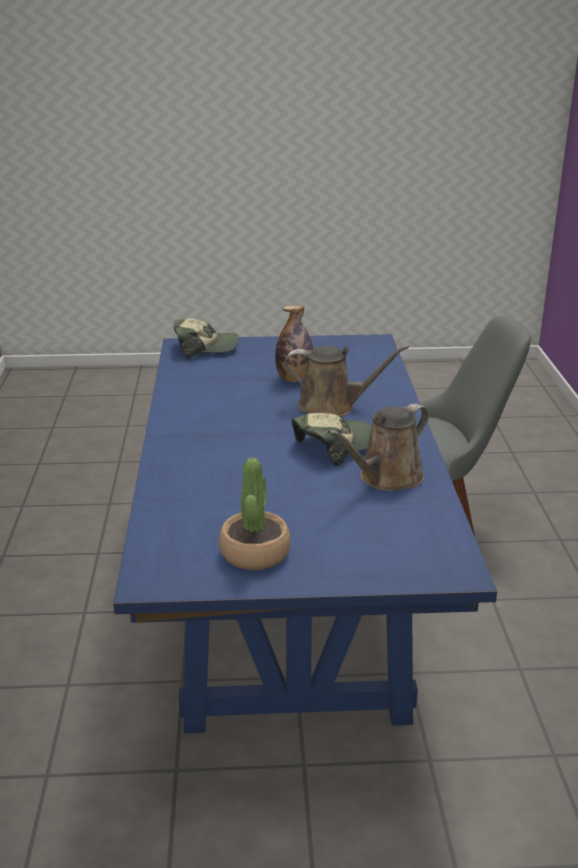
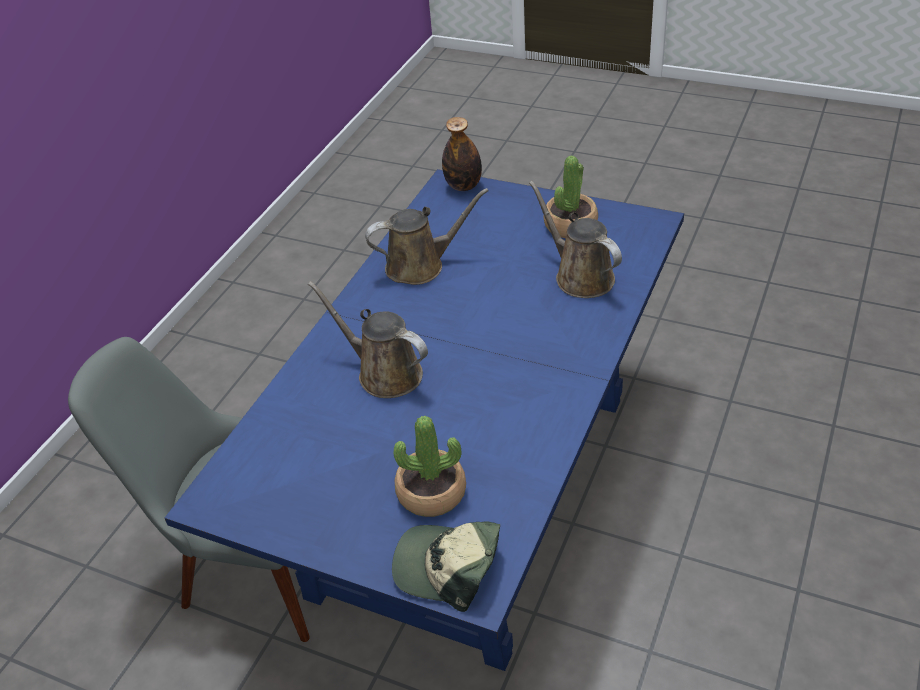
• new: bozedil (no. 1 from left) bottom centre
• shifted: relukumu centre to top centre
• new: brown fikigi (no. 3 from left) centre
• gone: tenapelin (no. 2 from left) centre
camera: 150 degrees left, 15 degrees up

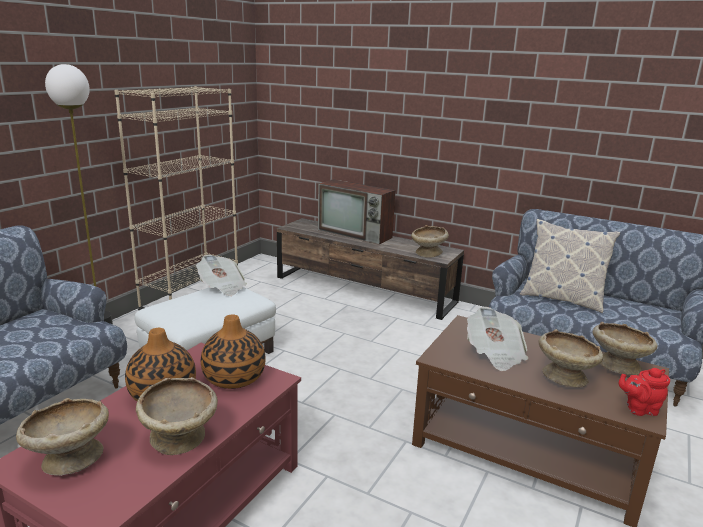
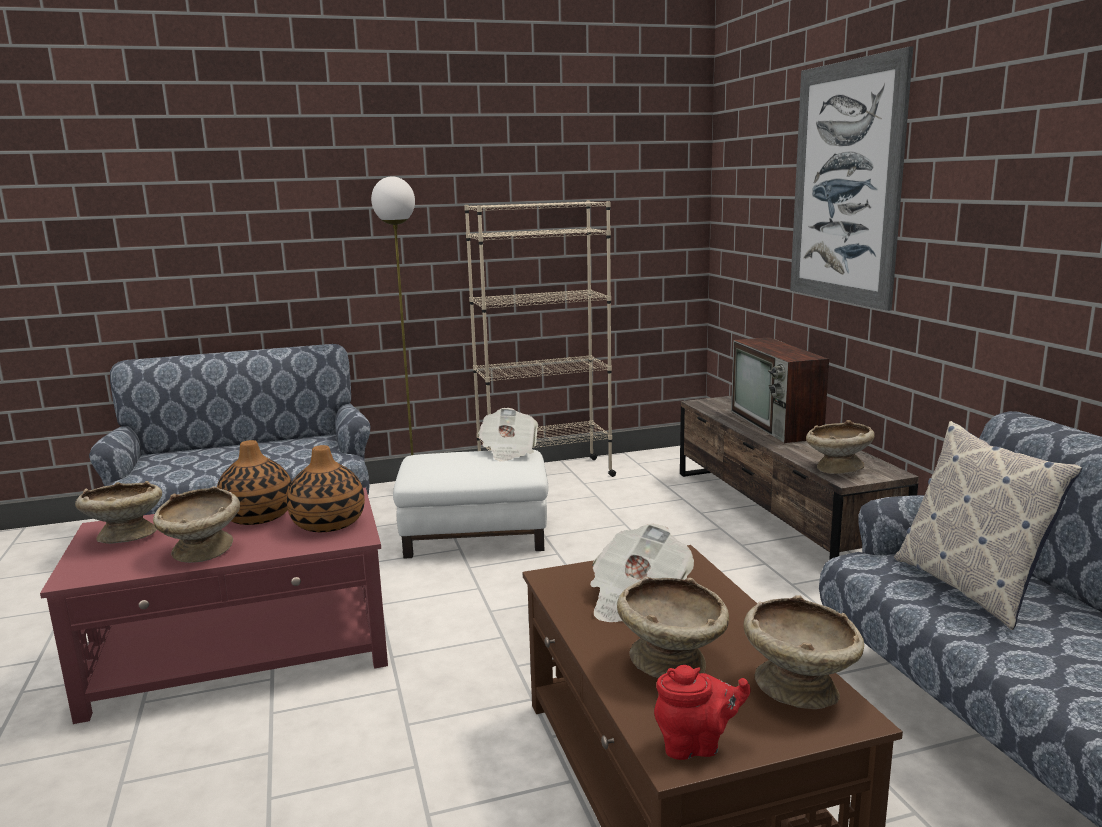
• rotated: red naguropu bottom right = bottom centre 135 degrees clockwise
• new: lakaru top right
camera: 45 degrees right, 5 degrees down

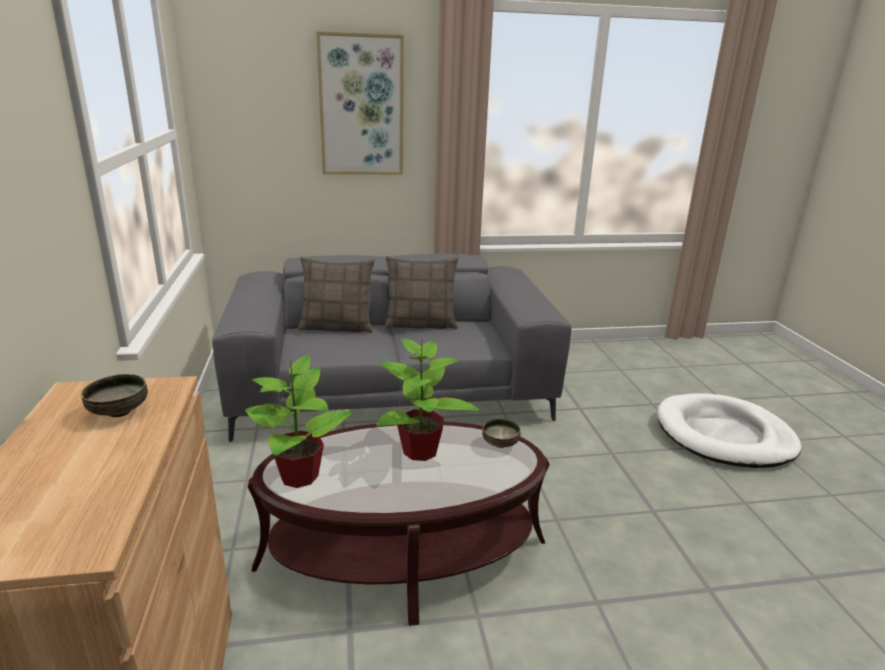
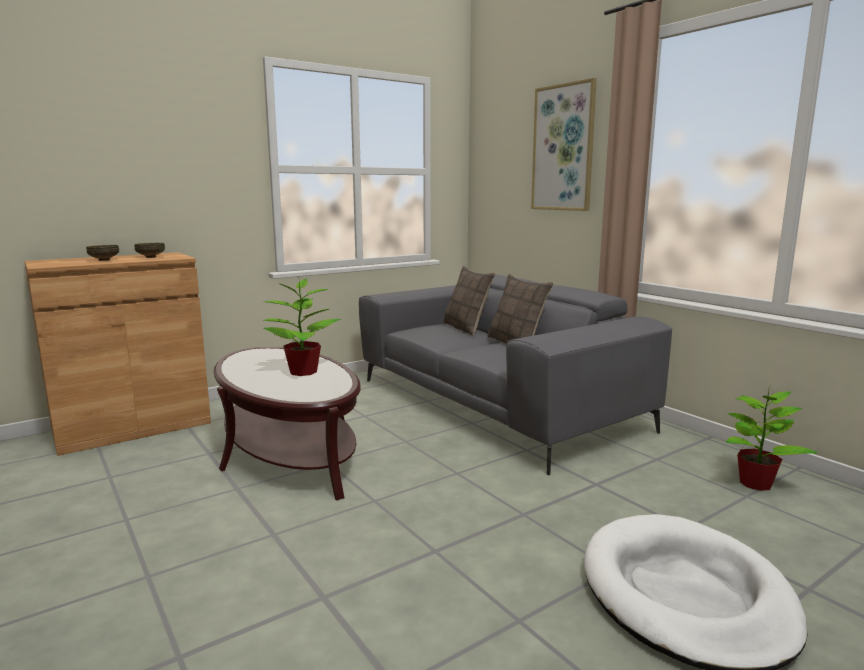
• shifted: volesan (no. 2 from left in the first image) centre to volesan (no. 1 from left) middle left
• shifted: bozedil (no. 1 from left in the first image) centre to bozedil (no. 2 from left) middle right
camera: 65 degrees right, 10 degrees down

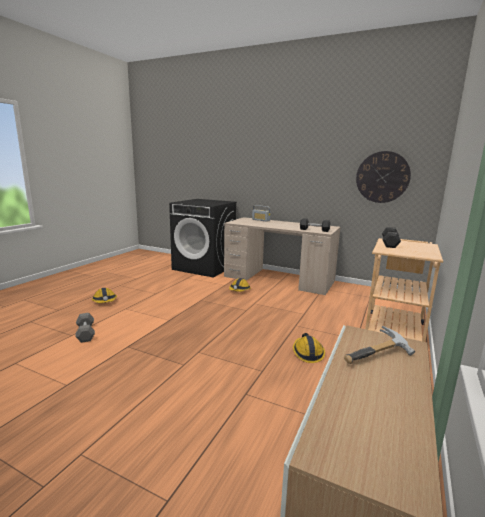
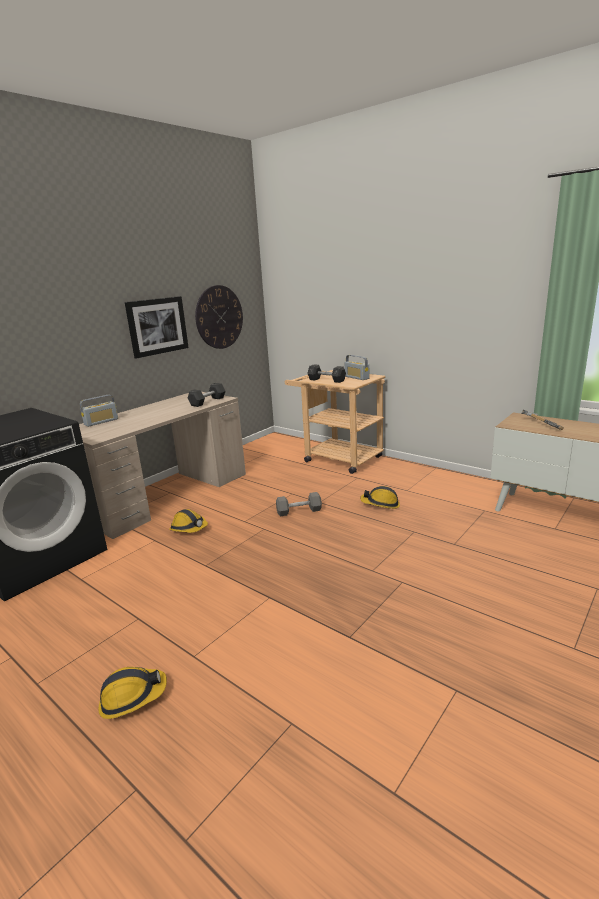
• new: lakaru middle left
• shifted: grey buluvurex (no. 1 from left in the first image) middle left to grey buluvurex (no. 2 from left) centre
• new: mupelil (no. 2 from left) centre
camera: 75 degrees left, 5 degrees up

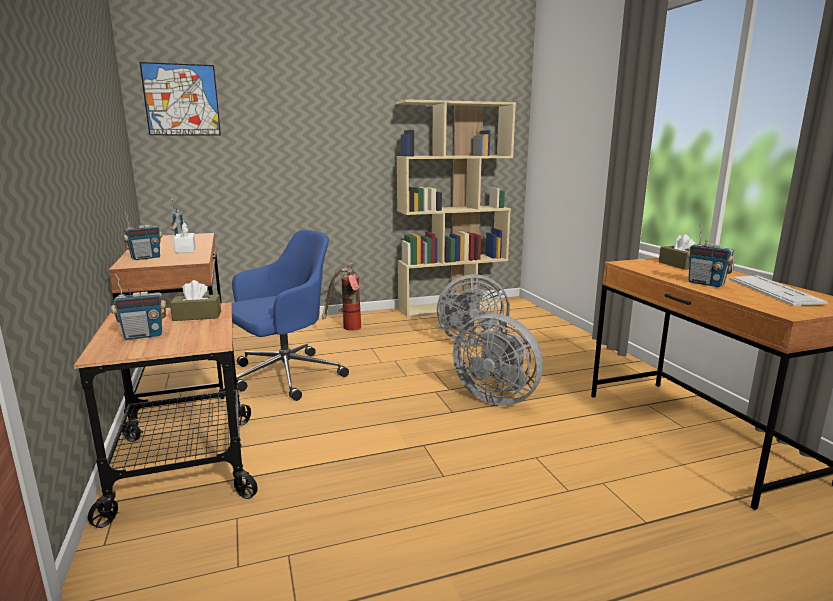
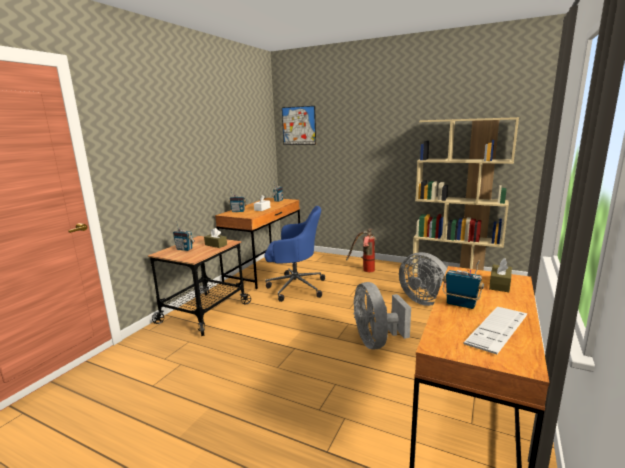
• rotated: mupelil (no. 4 from left) middle right = middle right 120 degrees clockwise
camera: 45 degrees right, 0 degrees up

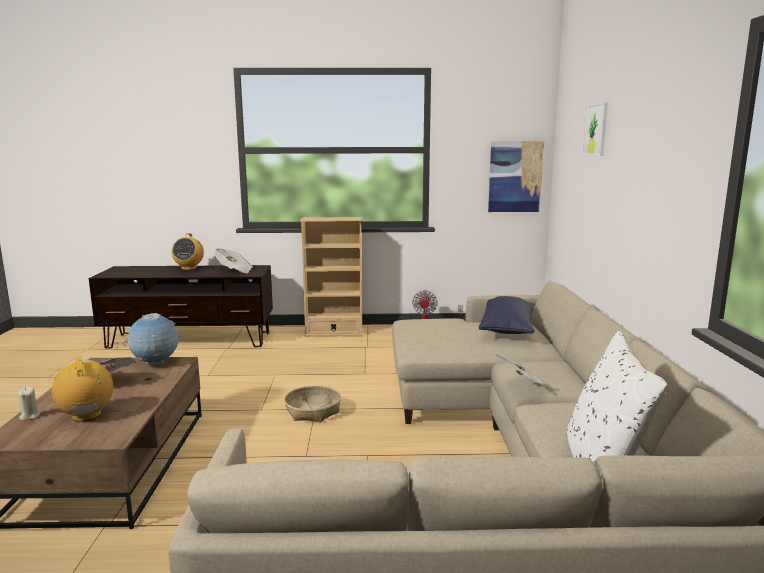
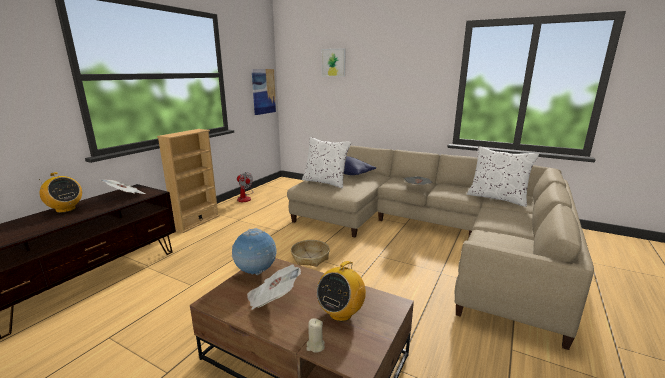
• new: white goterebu (no. 1 from left) centre
• rotated: mupelil (no. 1 from left in the first image) bottom left = bottom centre 60 degrees counterclockwise
camera: 60 degrees left, 5 degrees up

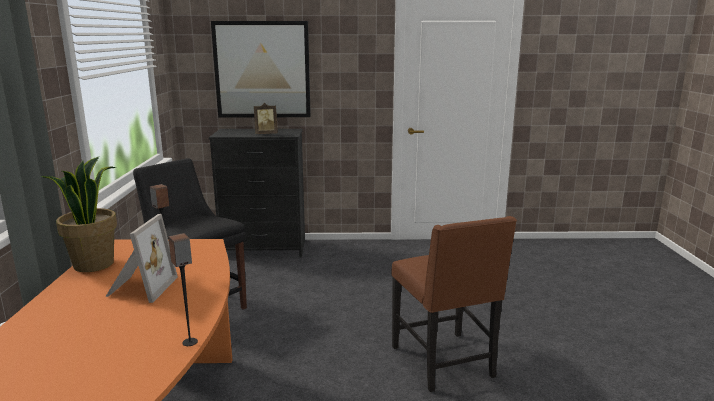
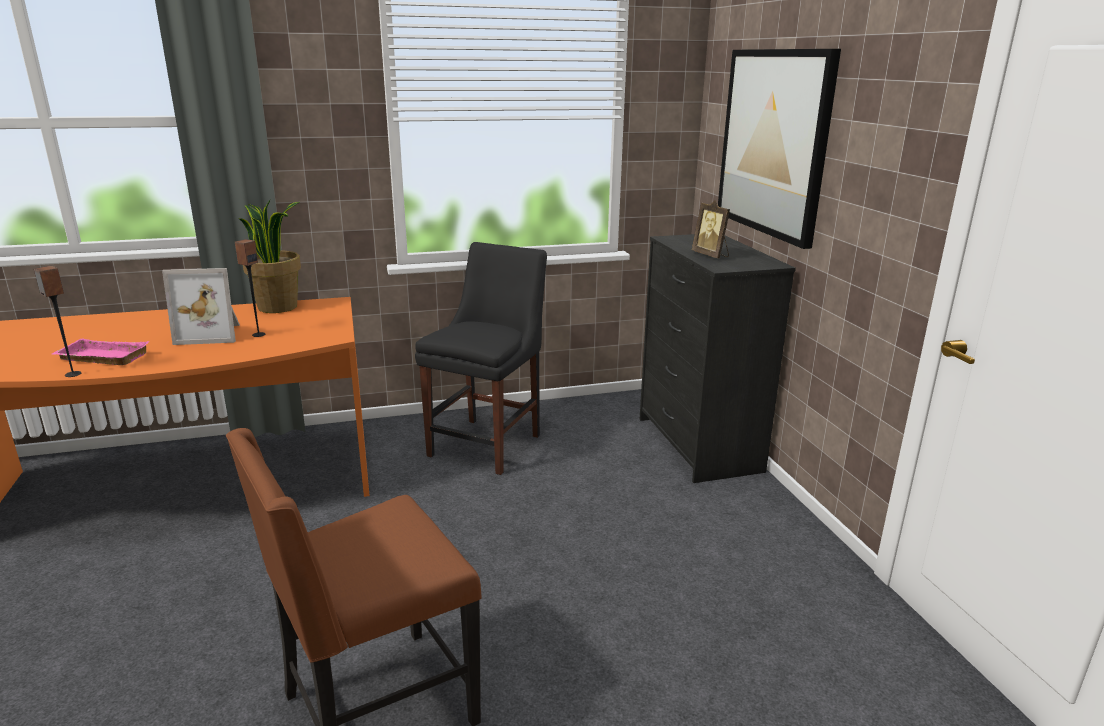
• new: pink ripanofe middle left
camera: 75 degrees right, 5 degrees up

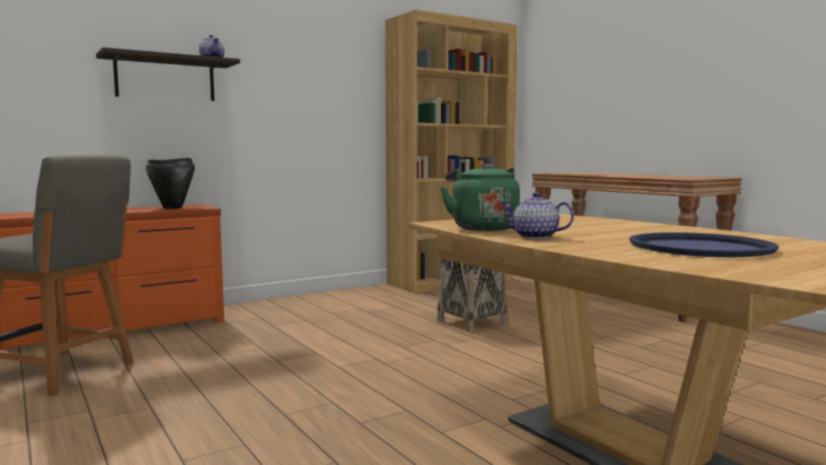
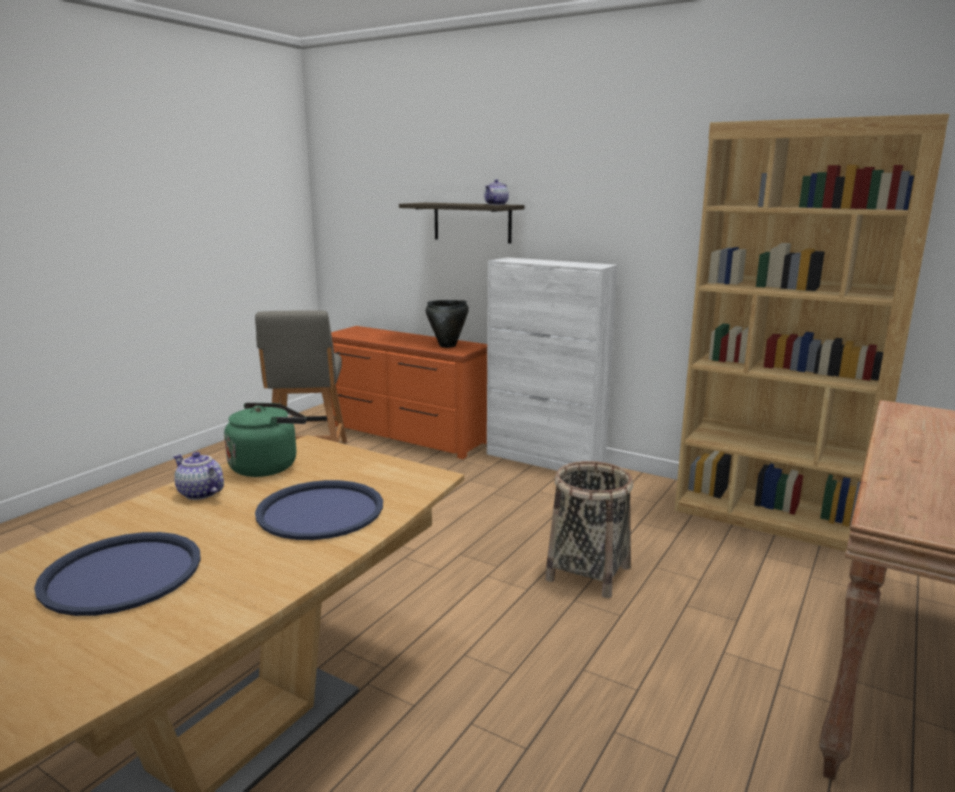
• rotated: naguropu (no. 2 from left in the first image) centre = middle left 60 degrees counterclockwise
• new: blue ripanofe (no. 2 from left) centre
• new: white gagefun centre
camera: 65 degrees right, 10 degrees up

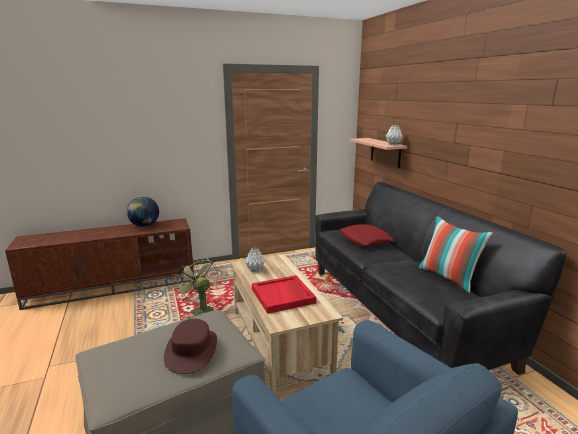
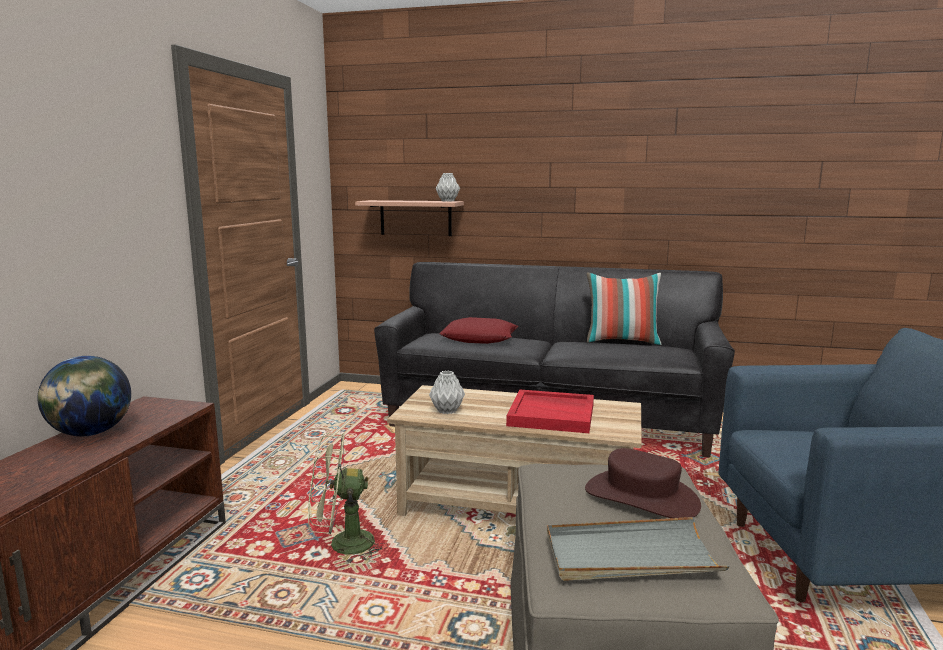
• new: grey ripanofe bottom right
camera: 55 degrees left, 5 degrees down

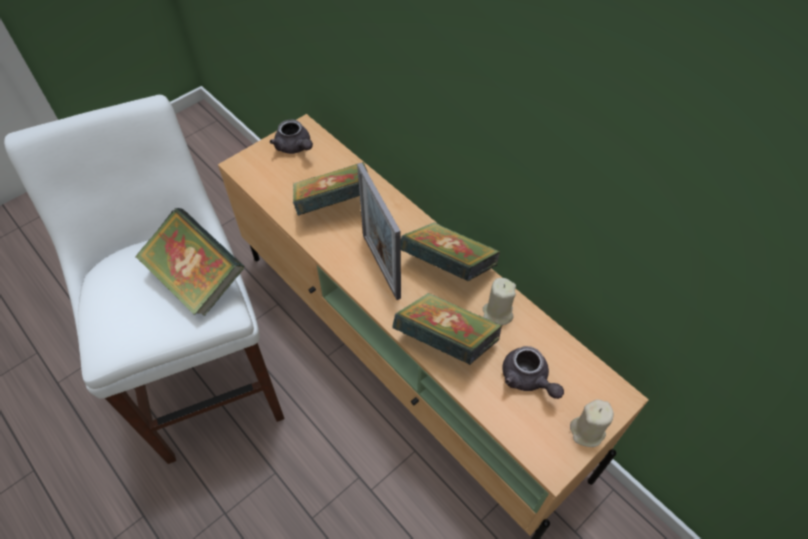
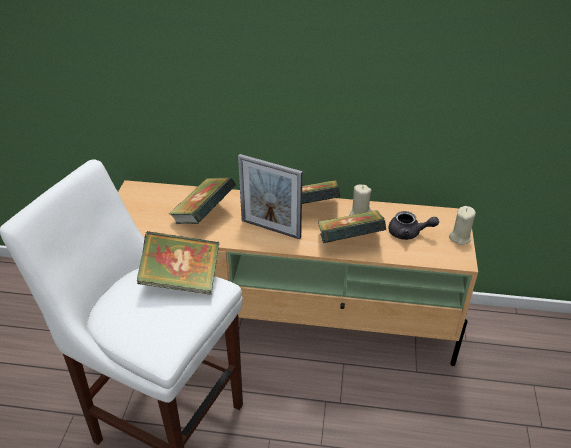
• gone: grey naguropu (no. 1 from left) top centre
camera: 40 degrees left, 15 degrees down

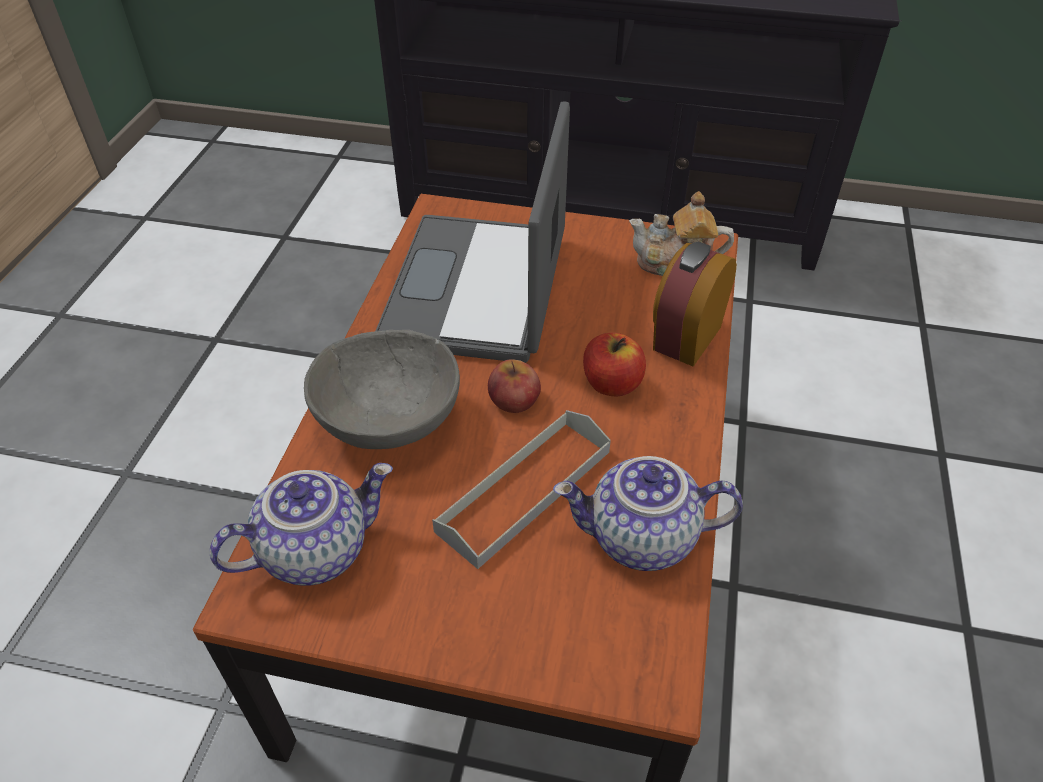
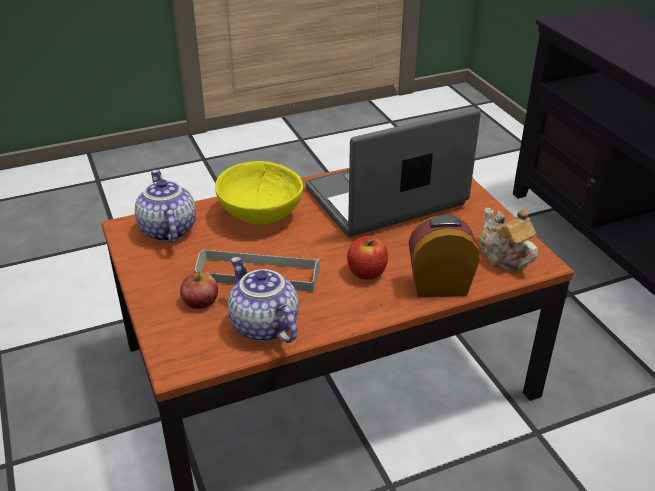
• rotated: naguropu (no. 1 from left) bottom left = middle left 135 degrees counterclockwise
• shifted: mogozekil (no. 1 from left) centre to middle left
• repainted: grey volesan centre to yellow volesan centre
camera: 55 degrees right, 10 degrees down

